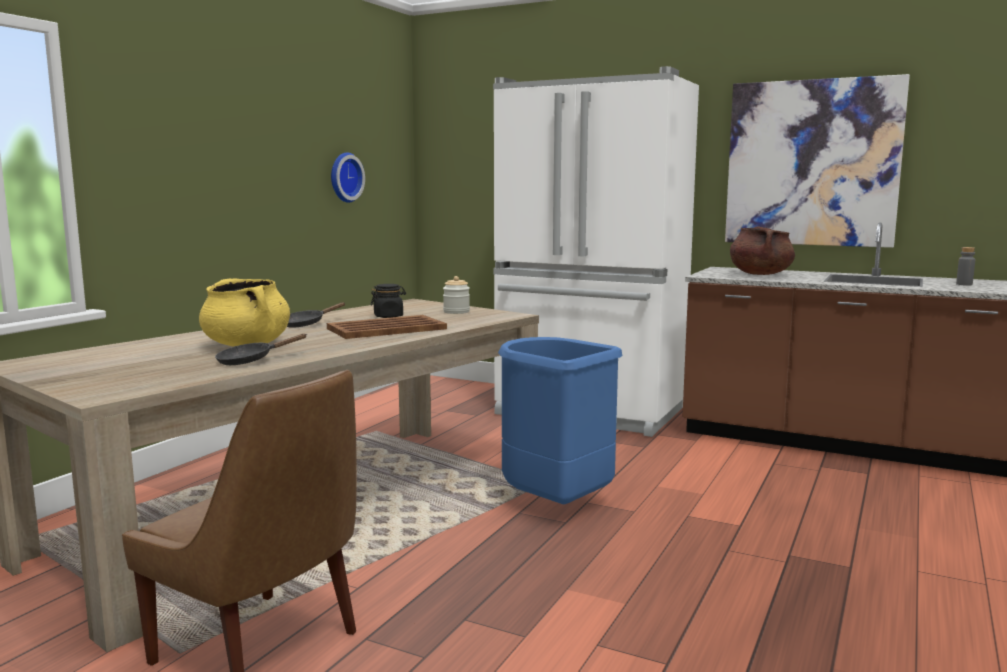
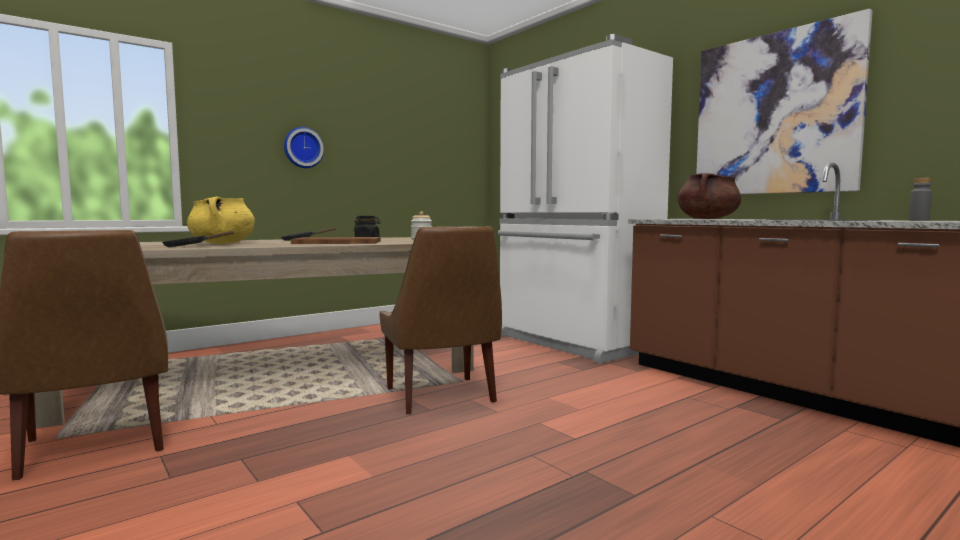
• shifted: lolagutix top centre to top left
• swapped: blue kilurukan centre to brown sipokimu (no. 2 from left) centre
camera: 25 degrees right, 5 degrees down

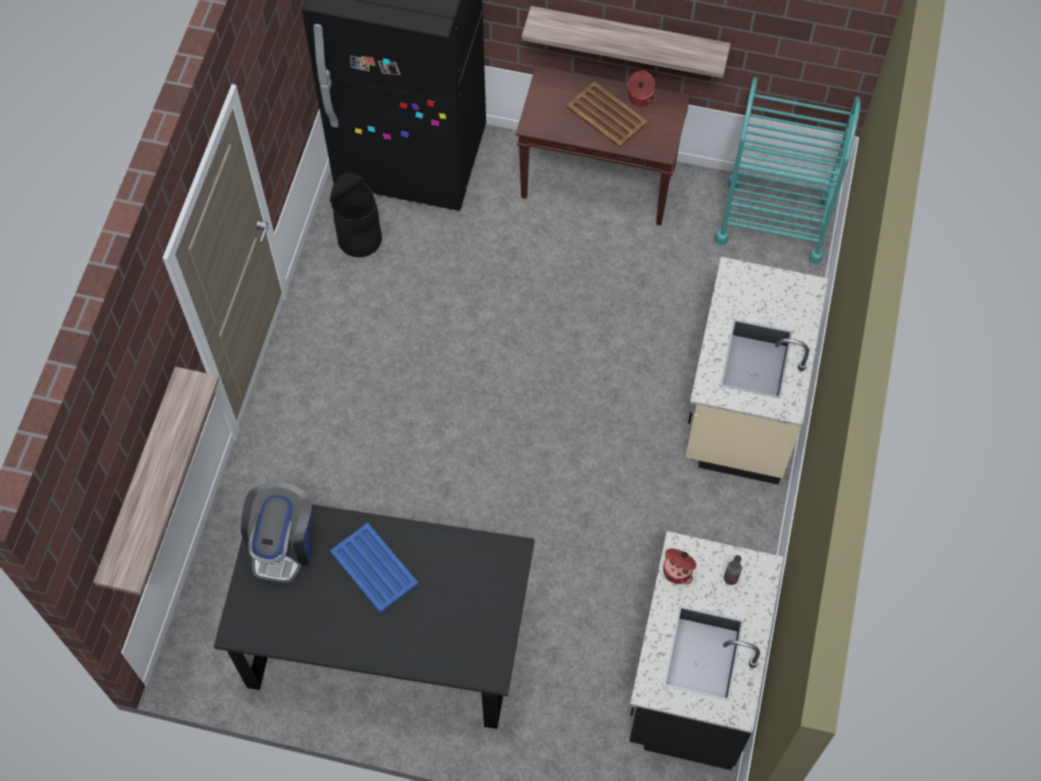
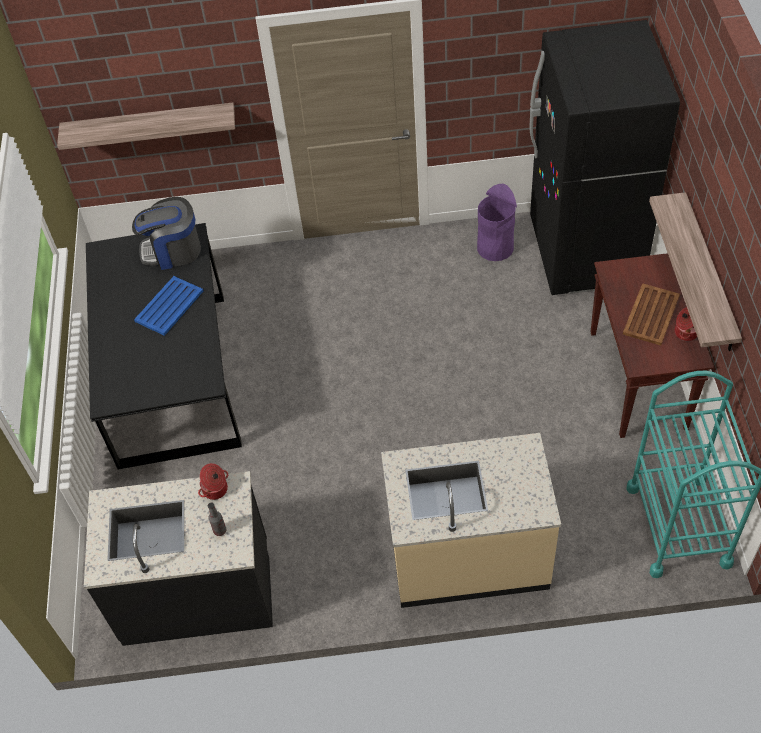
• repainted: black kilurukan top centre to purple kilurukan top centre
camera: 75 degrees right, 10 degrees down

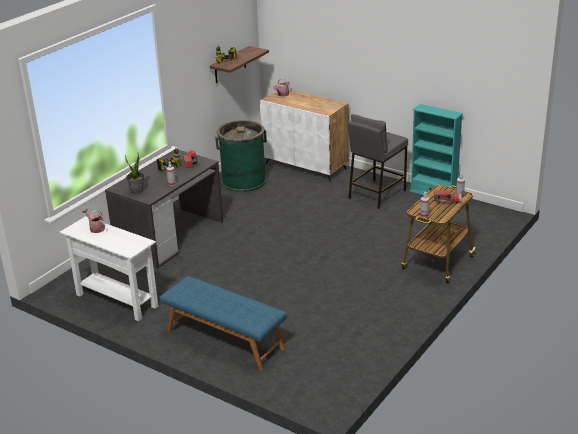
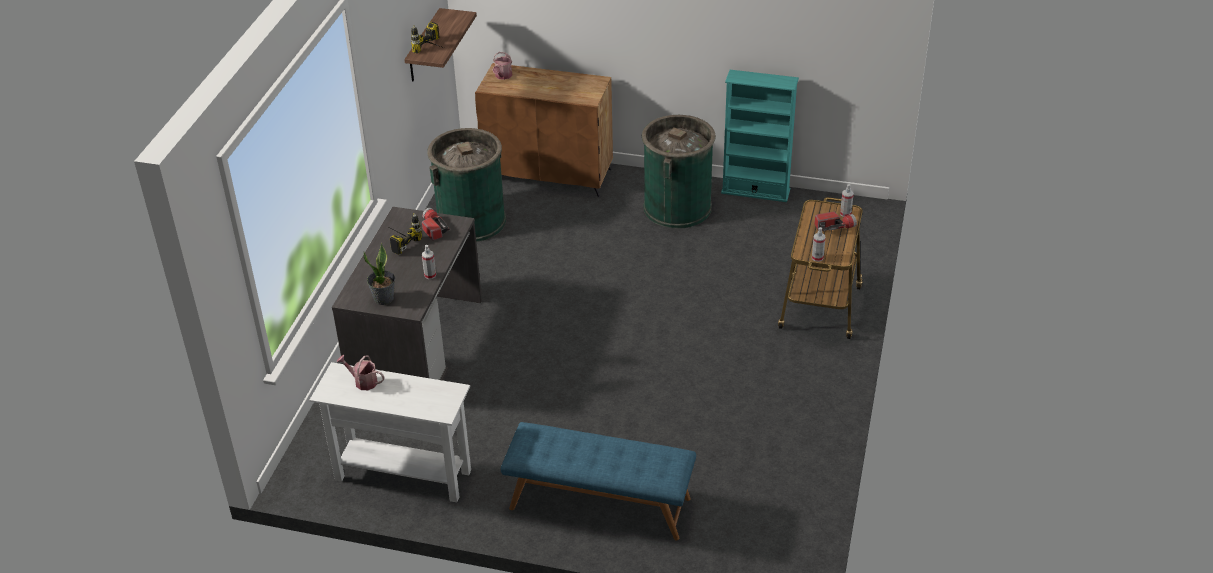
• repainted: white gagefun top centre to brown gagefun top centre
• swapped: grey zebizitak centre to green kilurukan (no. 2 from left) top centre
camera: 20 degrees left, 10 degrees up

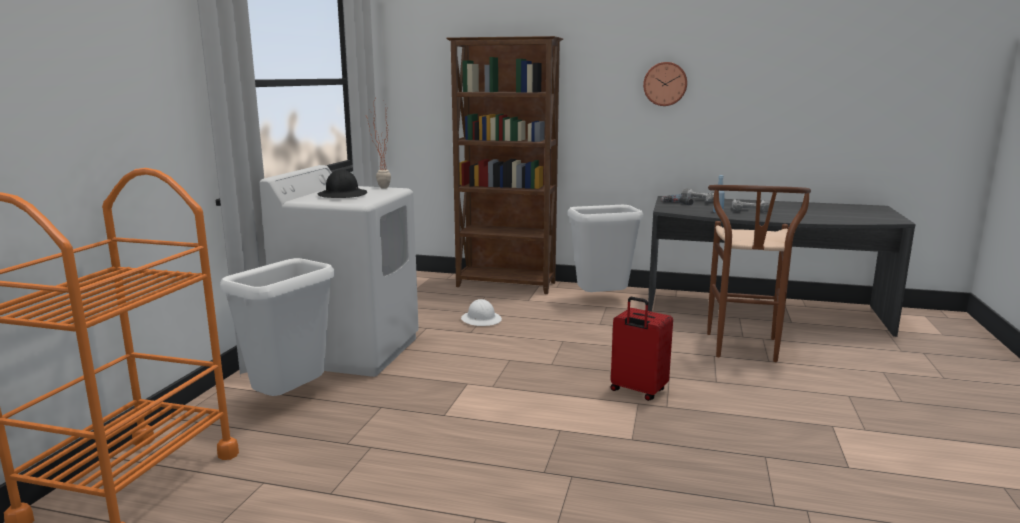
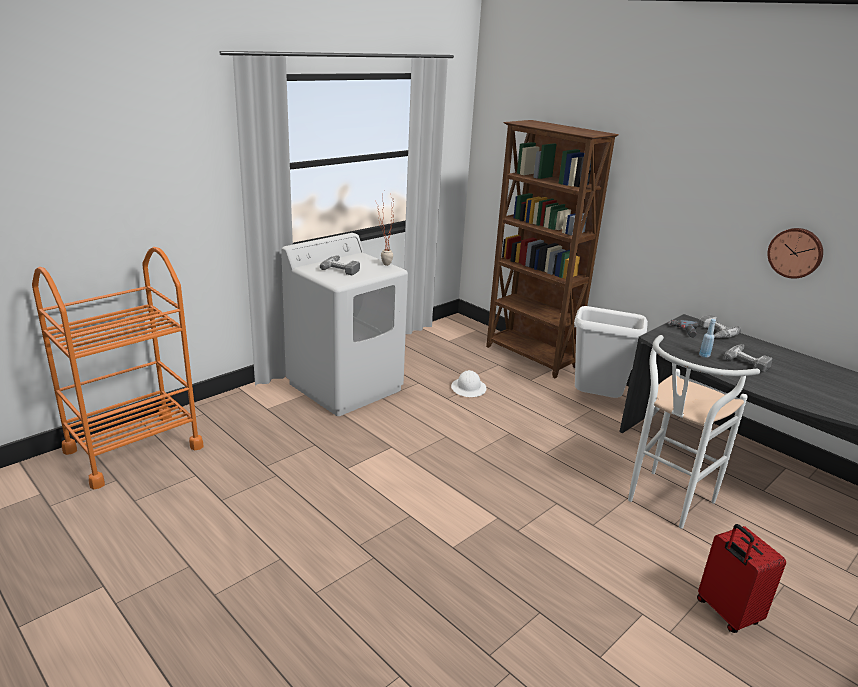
• swapped: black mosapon centre to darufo (no. 1 from left) centre
• repainted: brown zebizitak middle right to white zebizitak middle right
• shifted: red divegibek bottom centre to bottom right
• shifted: lolagutix top centre to middle right
• gone: white kilurukan (no. 1 from left) middle left
camera: 30 degrees right, 10 degrees up

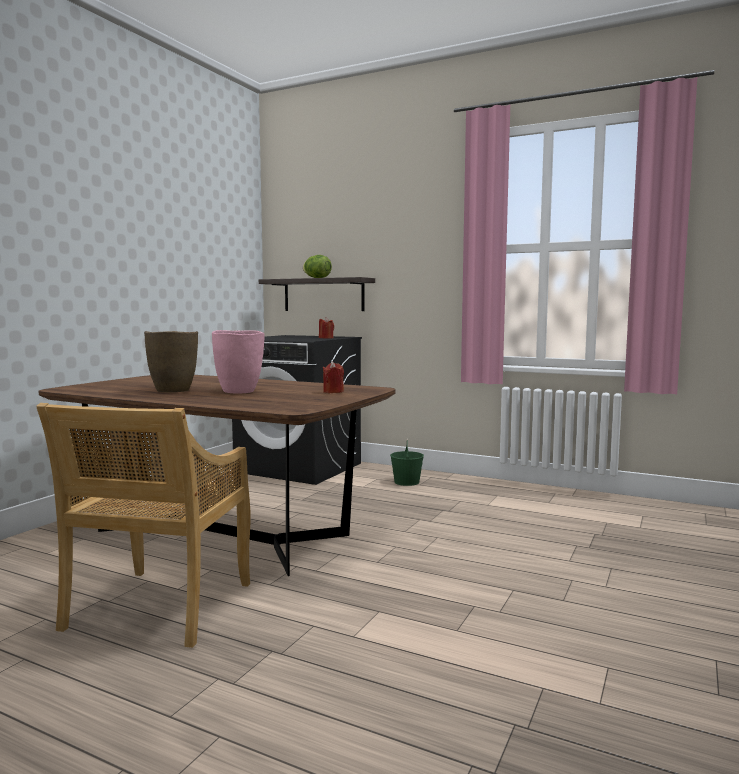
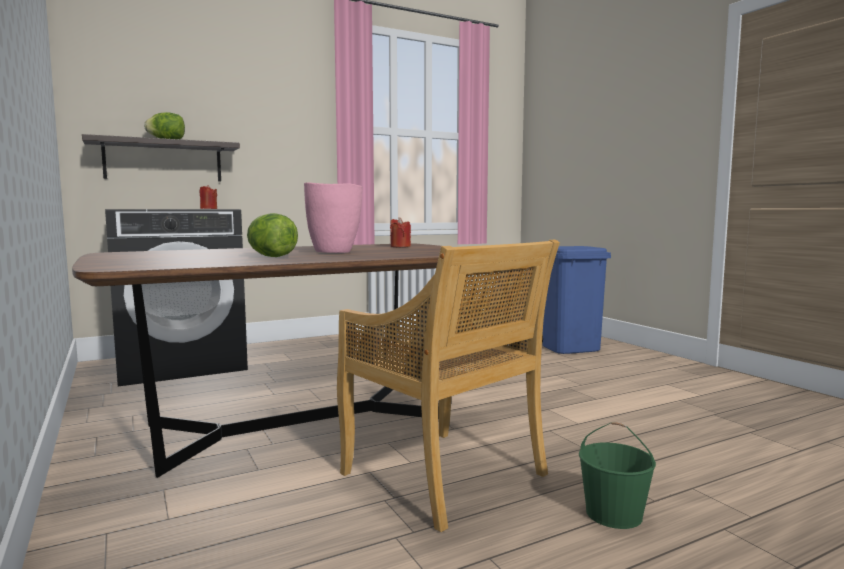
• swapped: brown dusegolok middle left to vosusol (no. 2 from left) middle left
• new: blue kilurukan middle right
• shifted: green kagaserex centre to bottom right
camera: 55 degrees left, 0 degrees up

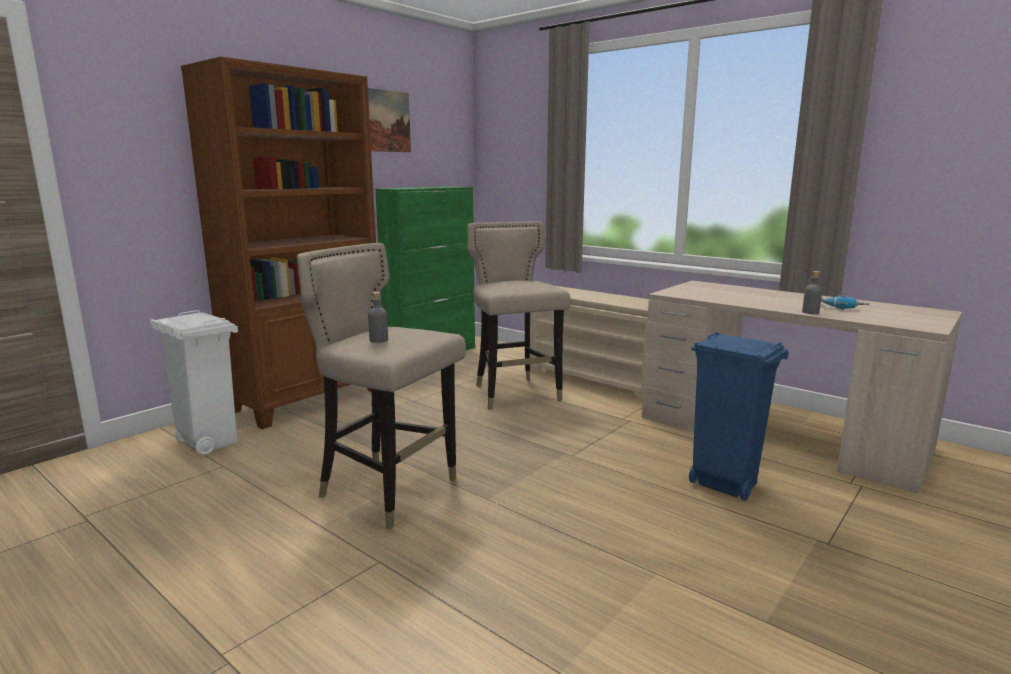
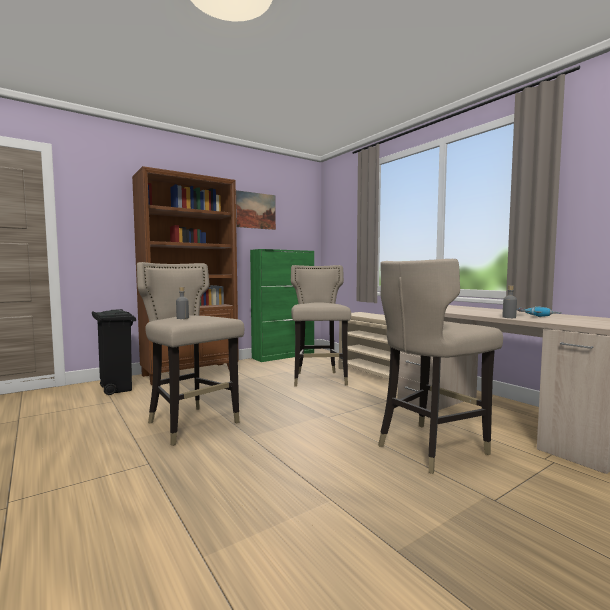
• repainted: white kilurukan middle left to black kilurukan middle left
• swapped: blue kilurukan middle right to beige zebizitak (no. 3 from left) middle right
camera: 15 degrees right, 10 degrees down

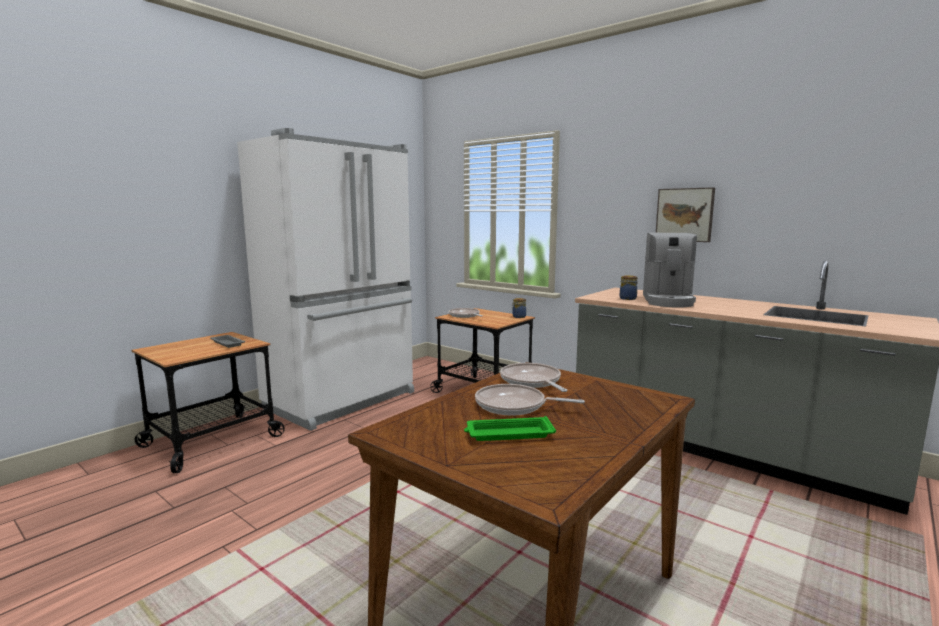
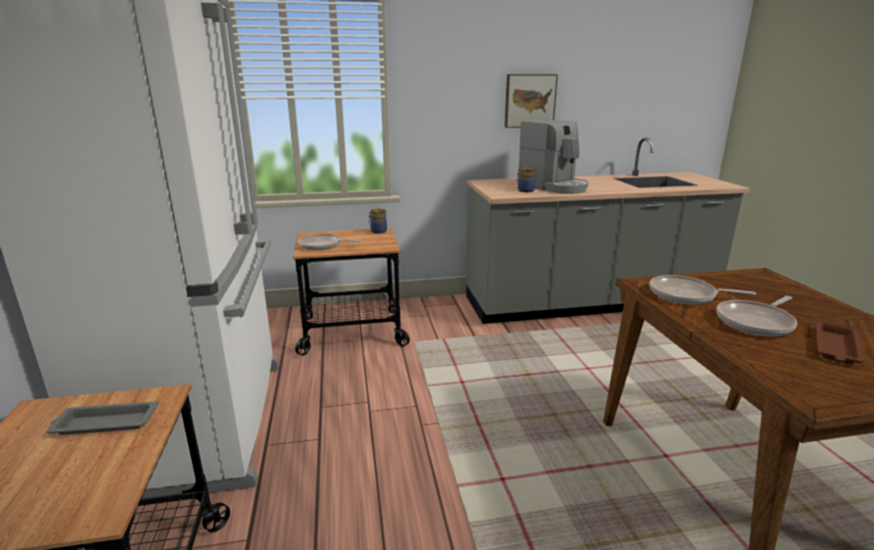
• repainted: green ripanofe bottom centre to brown ripanofe middle right
camera: 50 degrees left, 10 degrees up

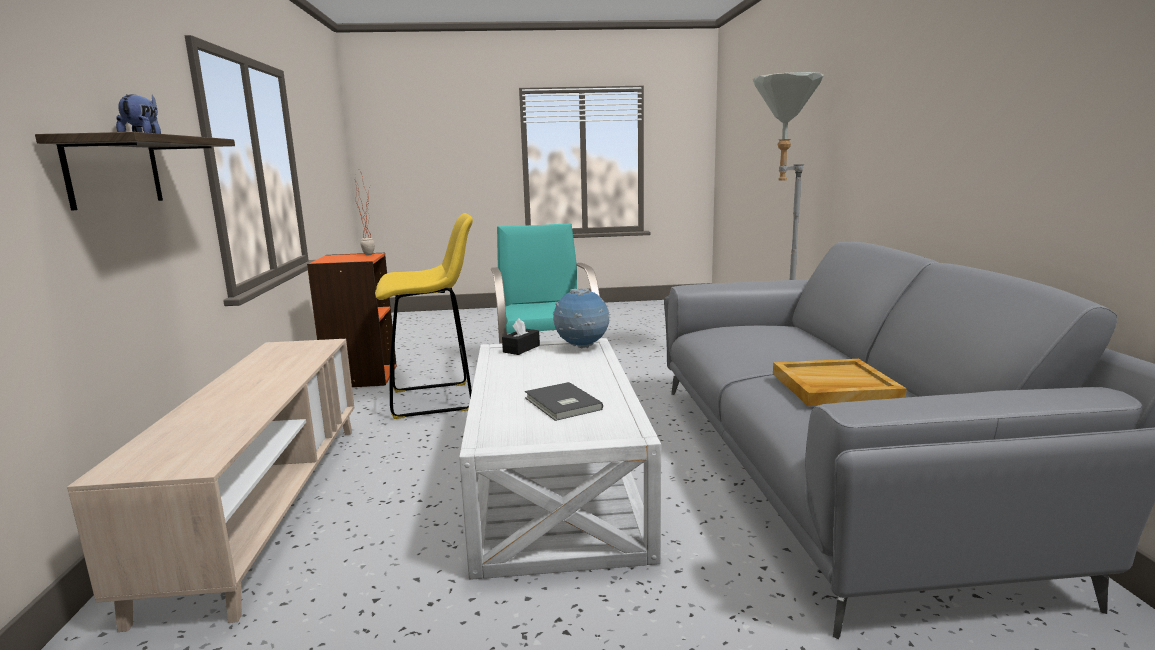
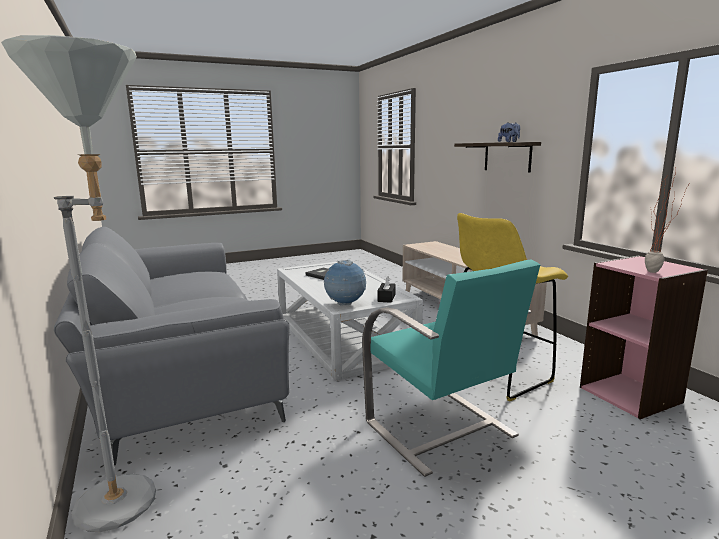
• repainted: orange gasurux middle left to pink gasurux middle right
• gone: beige ripanofe middle right
camera: 160 degrees right, 0 degrees up

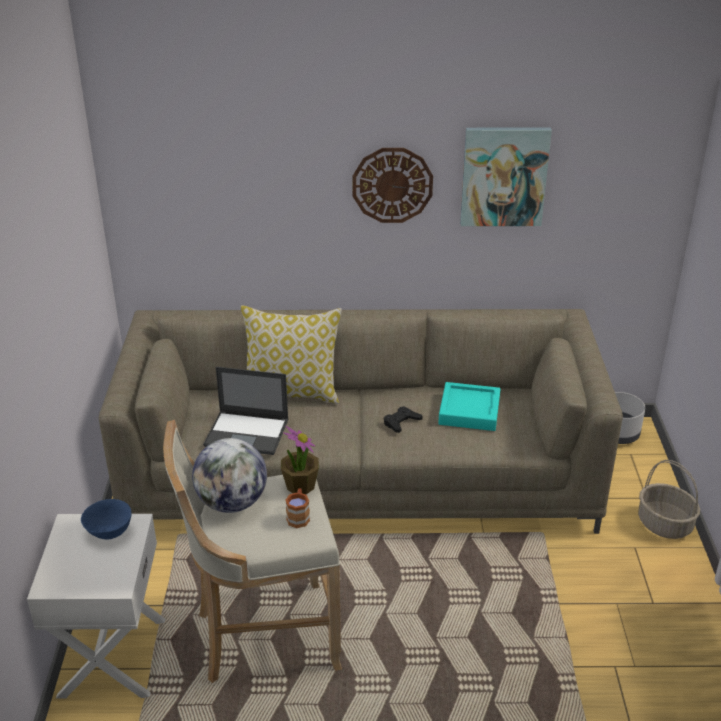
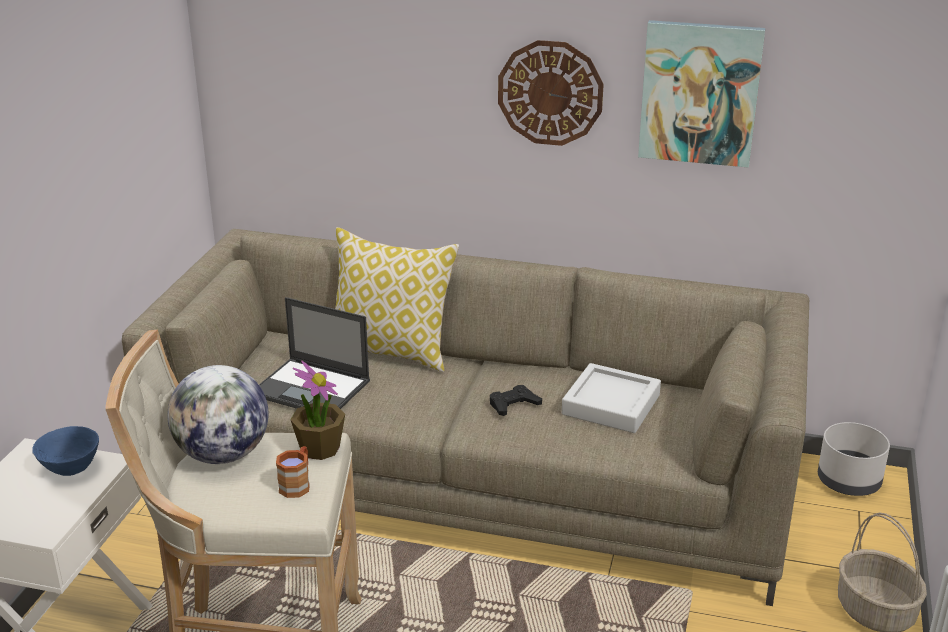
• repainted: turquoise ripanofe centre to grey ripanofe centre
camera: 15 degrees right, 5 degrees down

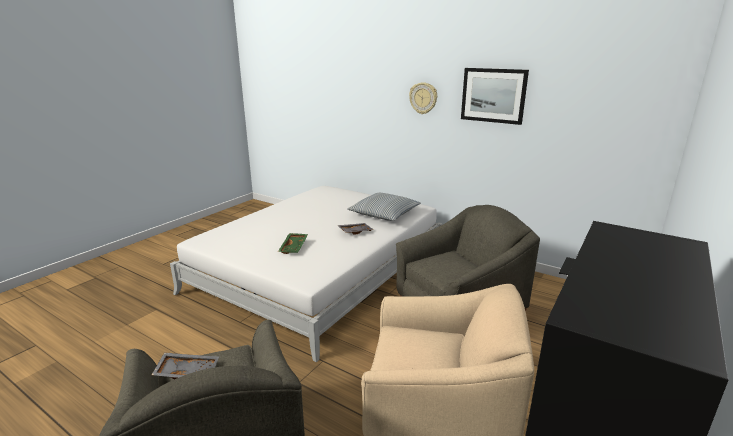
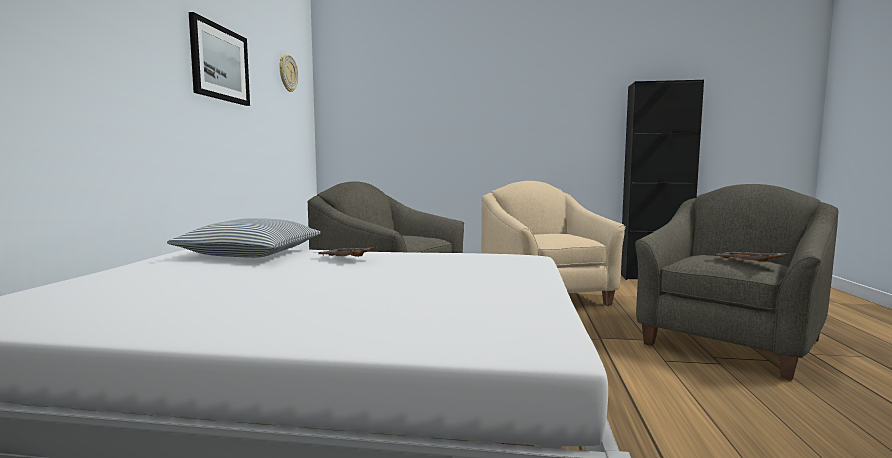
• shifted: lolagutix top centre to top left
• gone: green ripanofe centre
camera: 115 degrees left, 15 degrees down

